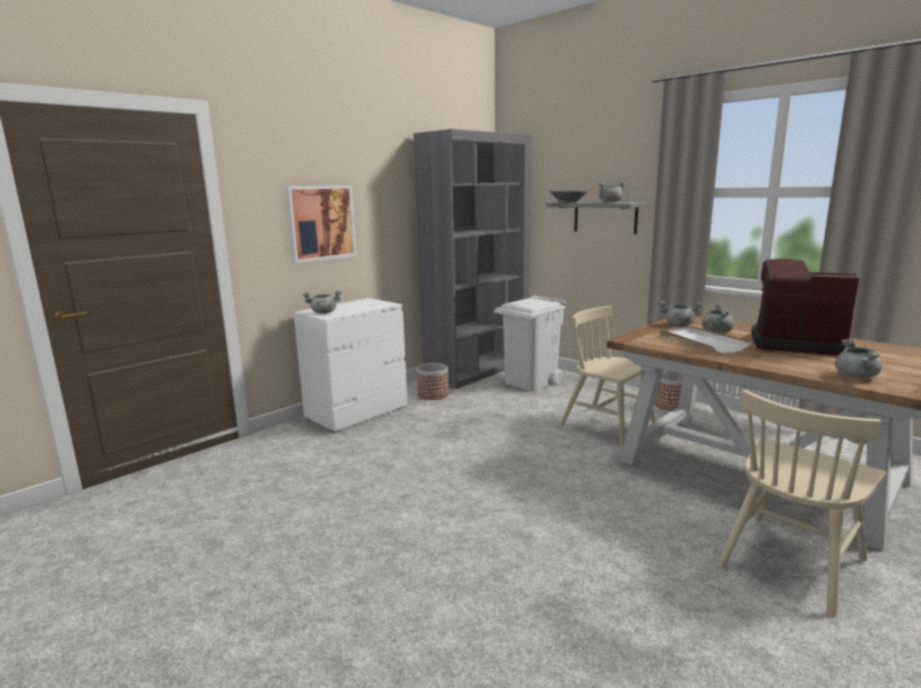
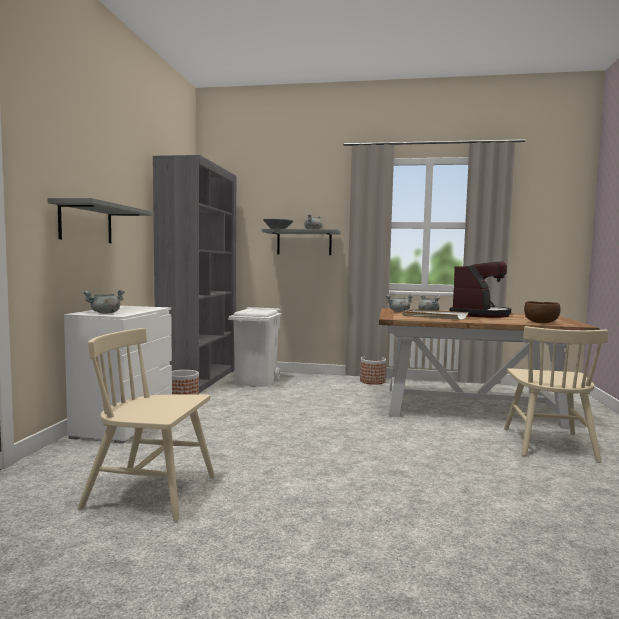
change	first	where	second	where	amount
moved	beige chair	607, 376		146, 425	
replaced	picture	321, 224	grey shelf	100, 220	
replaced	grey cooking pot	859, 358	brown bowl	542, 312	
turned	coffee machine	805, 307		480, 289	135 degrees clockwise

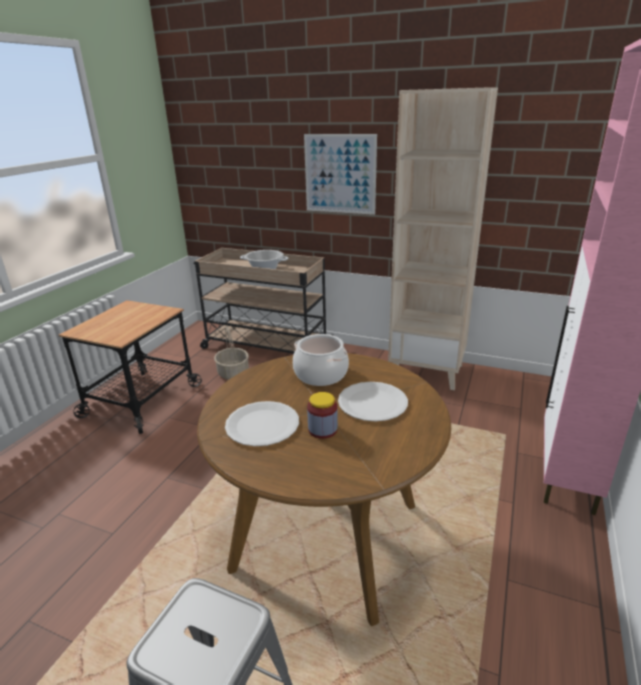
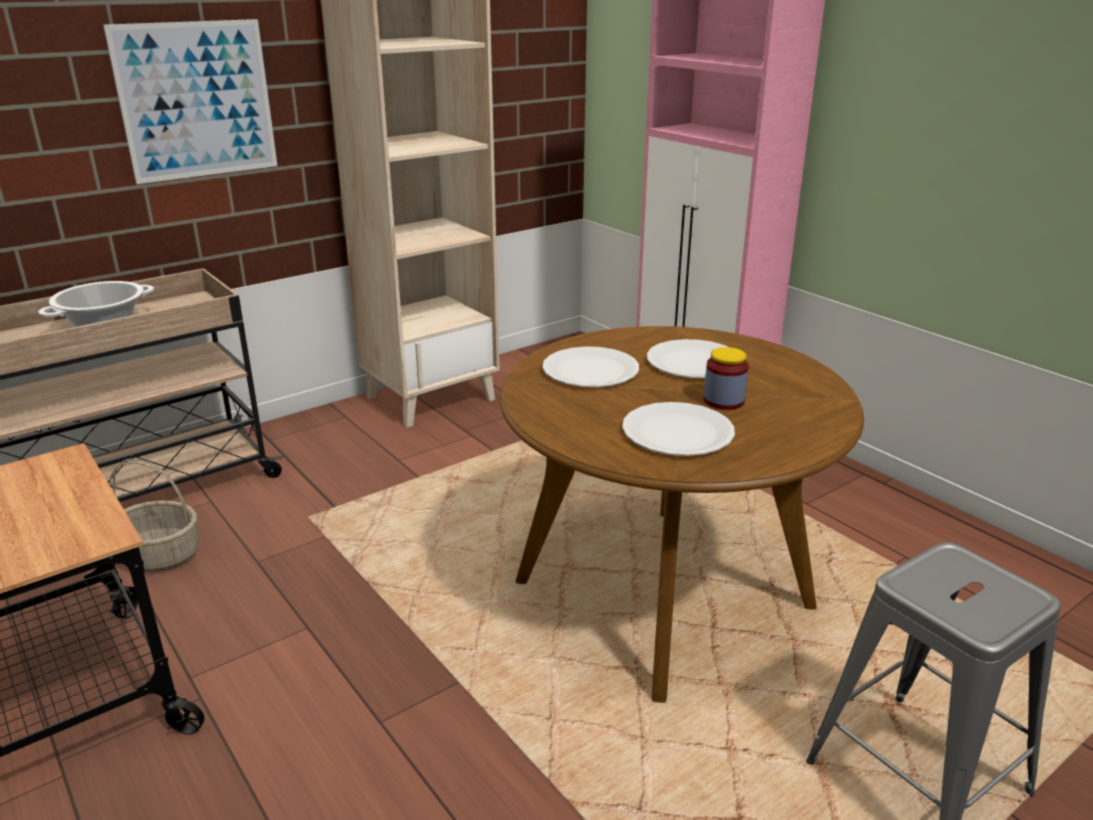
change	first	where	second	where	amount
replaced	cooking pot	321, 360	white plate	590, 366	

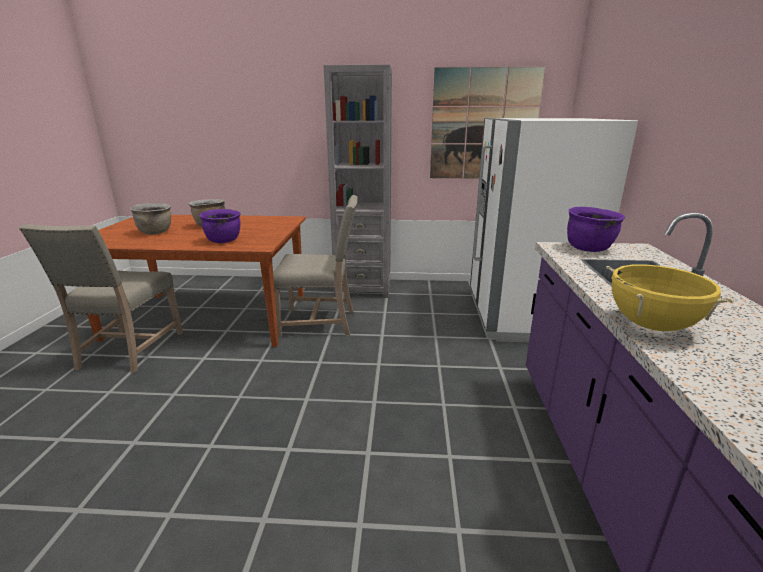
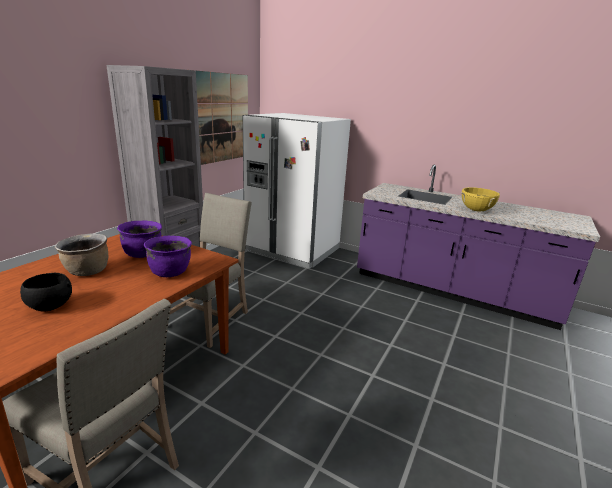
change	first	where	second	where	amount
moved	purple cooking pot	596, 229		139, 239	
replaced	brown cooking pot	150, 218	black bowl	46, 292	

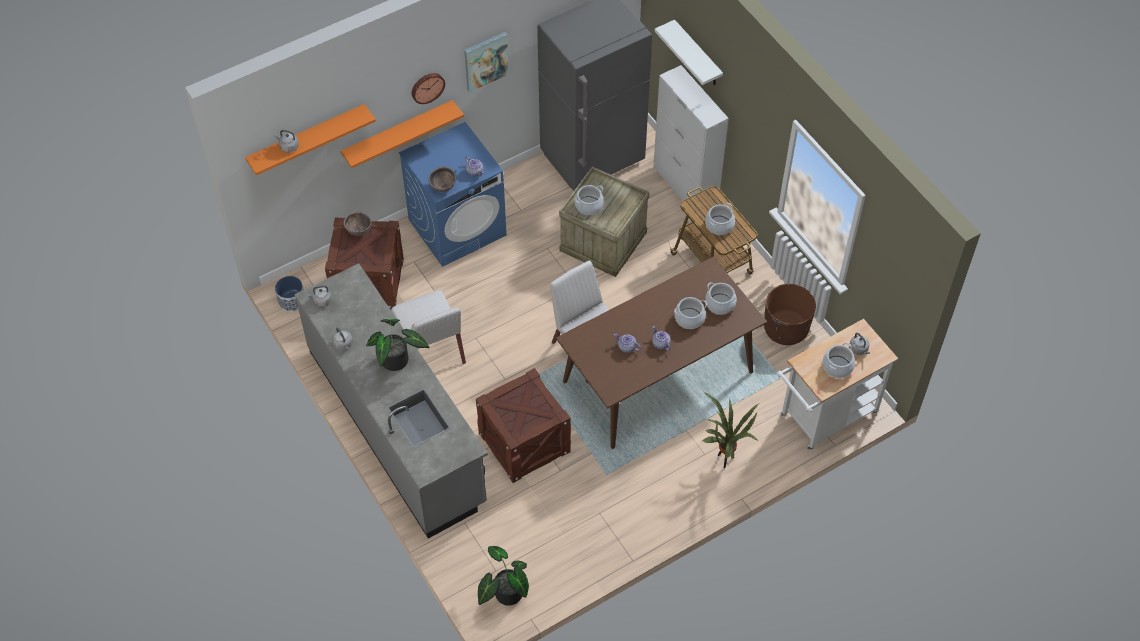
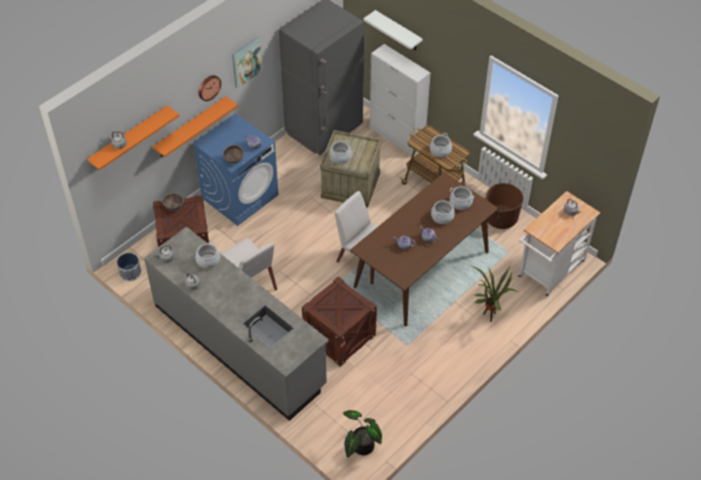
change	first	where	second	where	amount
removed	potted plant	397, 345			
moved	cooking pot	839, 360		208, 255	

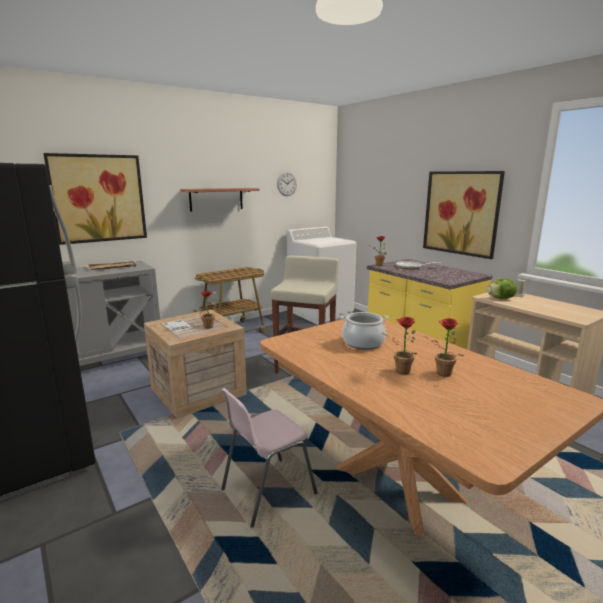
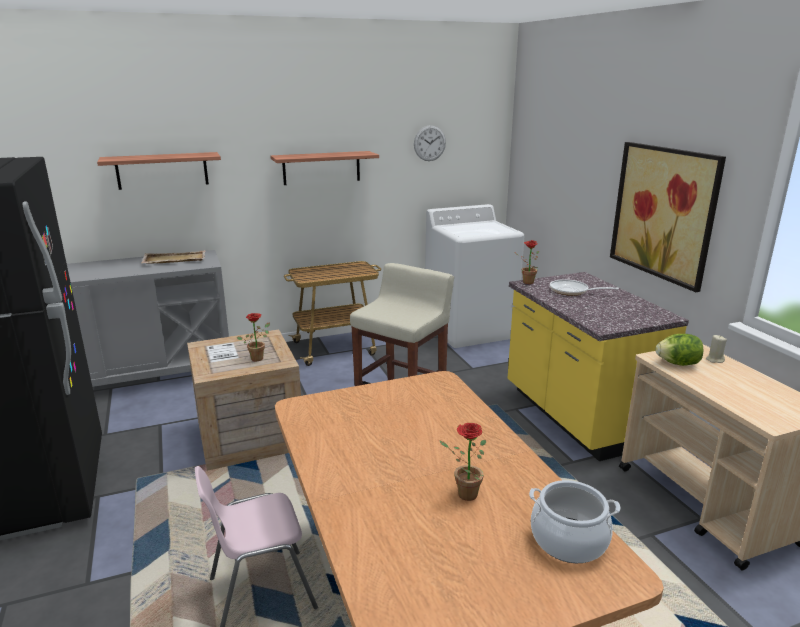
change	first	where	second	where	amount
removed	potted plant	400, 346			
moved	cooking pot	365, 331		574, 521	
replaced	picture	95, 199	shelf	159, 171	

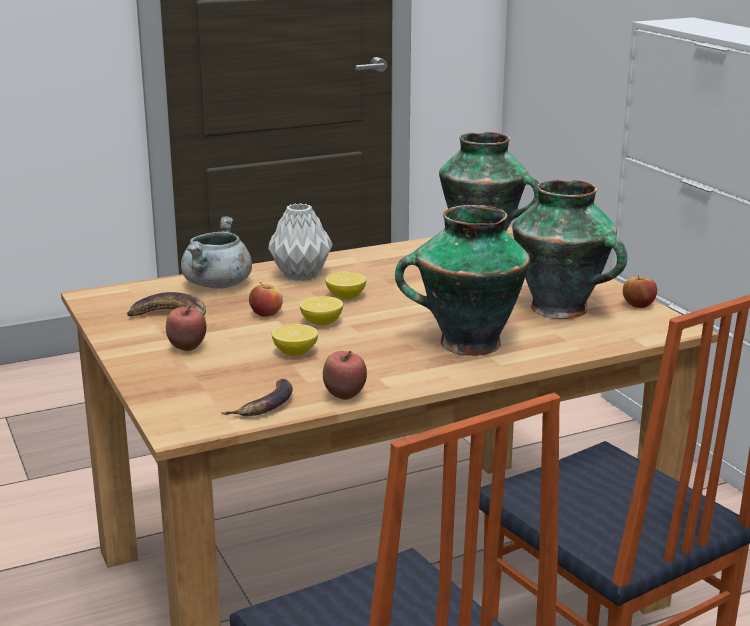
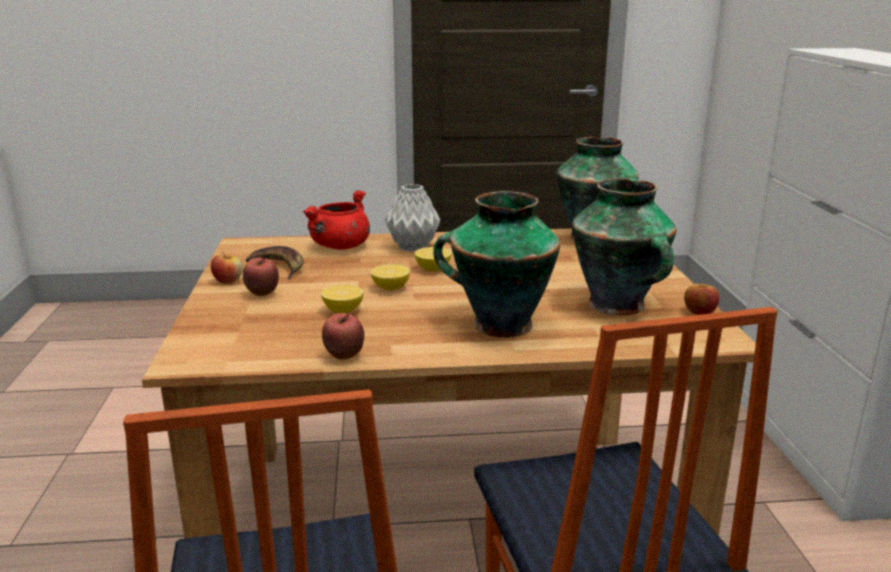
change	first	where	second	where	amount
removed	banana	257, 397			
moved	apple	266, 299		227, 268	
recoloured	grey cooking pot	216, 252	red cooking pot	336, 220	

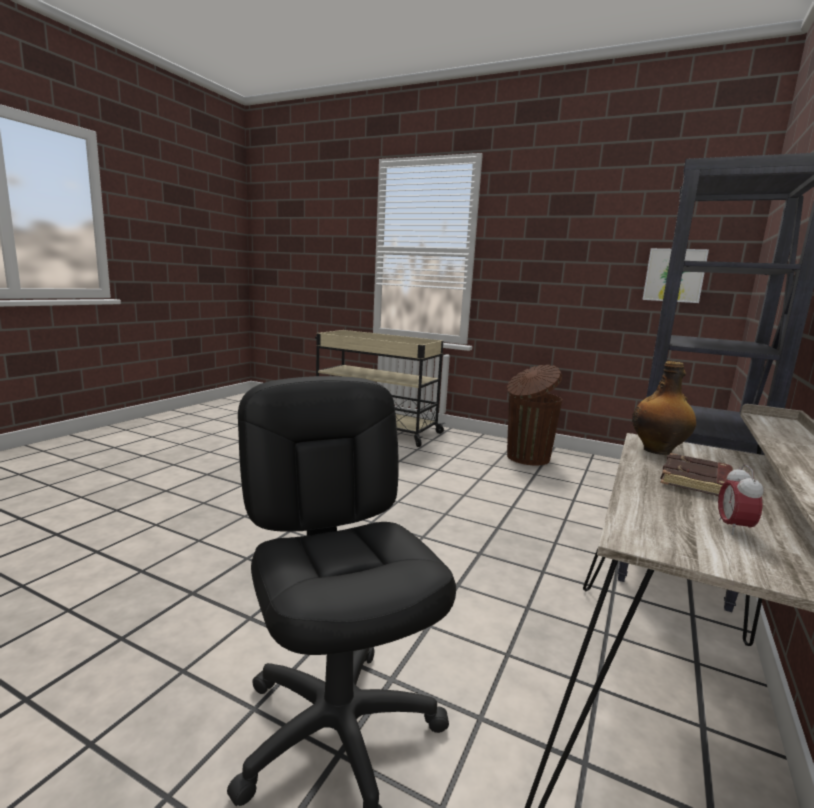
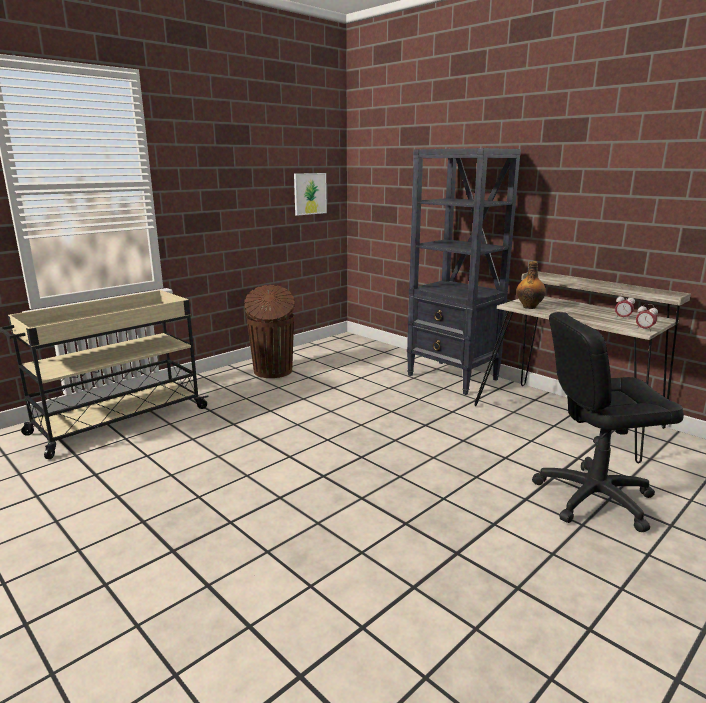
change	first	where	second	where	amount
removed	brown book	696, 474			
added			alarm clock	647, 317	

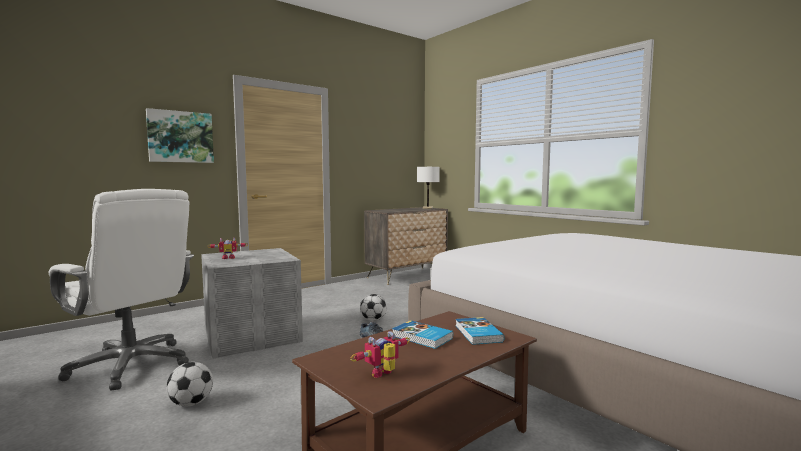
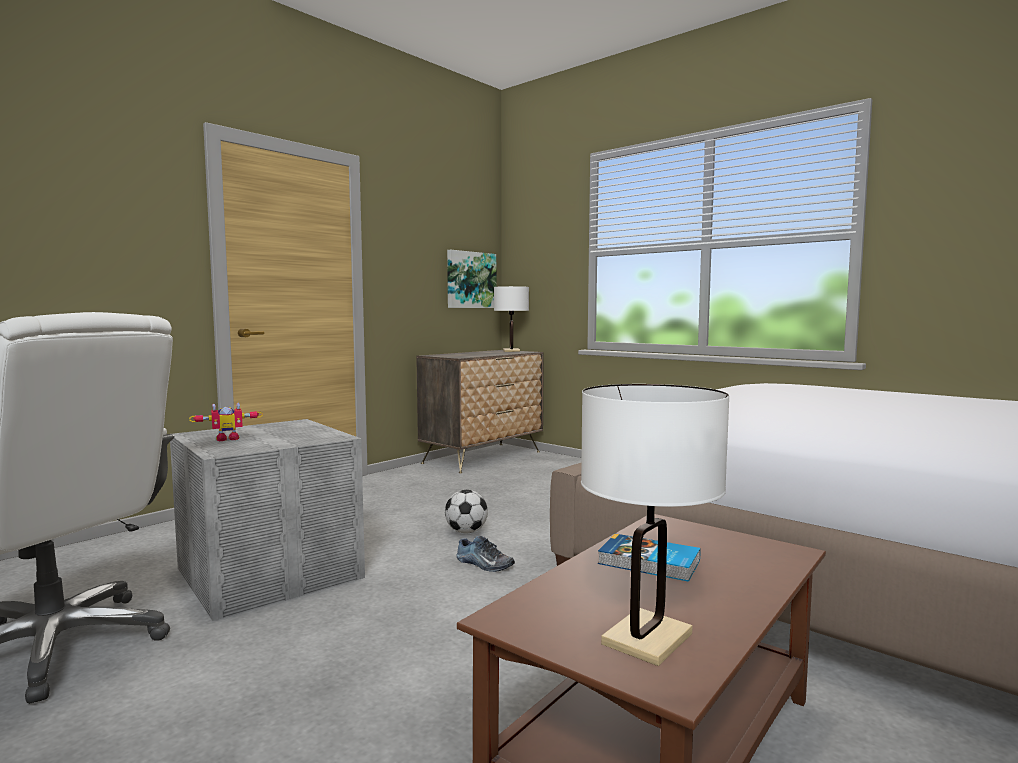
change	first	where	second	where	amount
removed	football	189, 384			
removed	book	480, 331			
moved	picture	180, 135		471, 279	
replaced	toy robot	380, 354	white table lamp	655, 525	

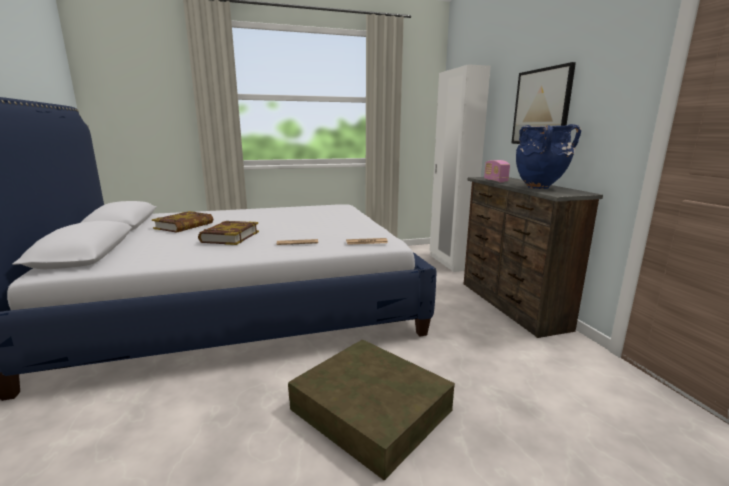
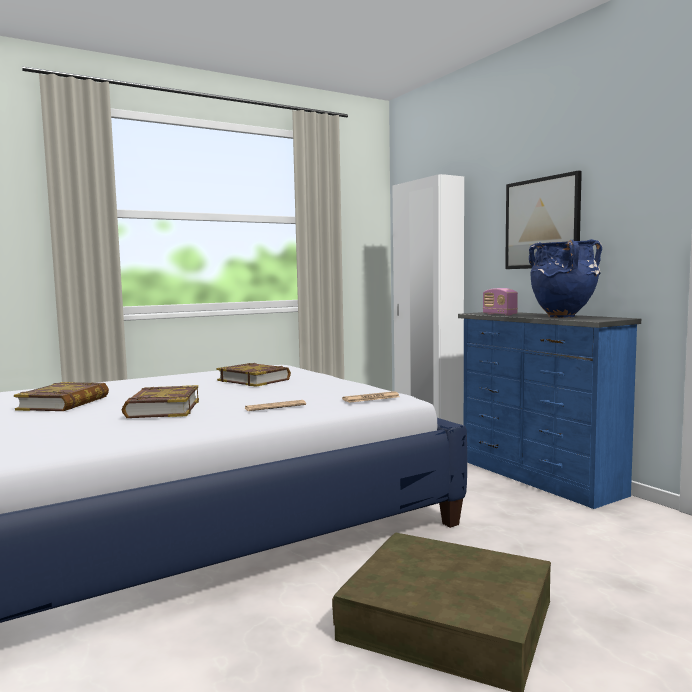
change	first	where	second	where	amount
added			book	253, 375	
recoloured	brown dresser	533, 257	blue dresser	549, 410	

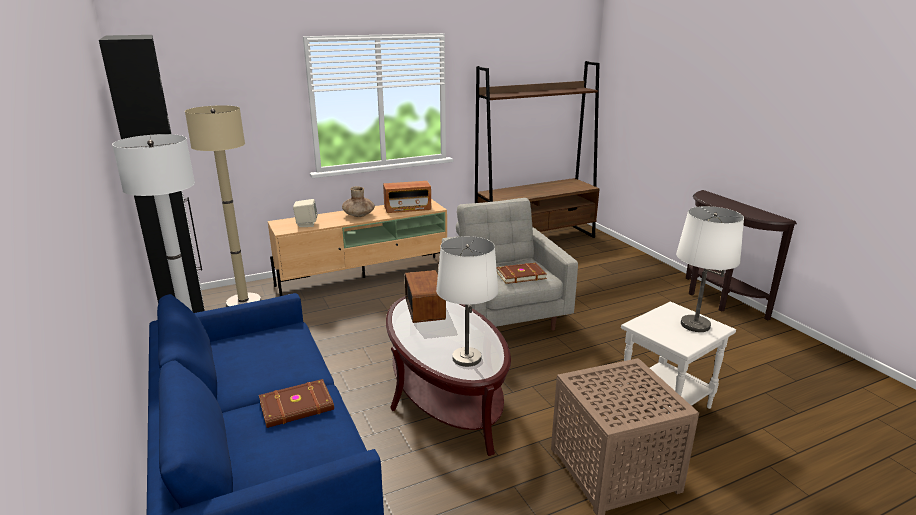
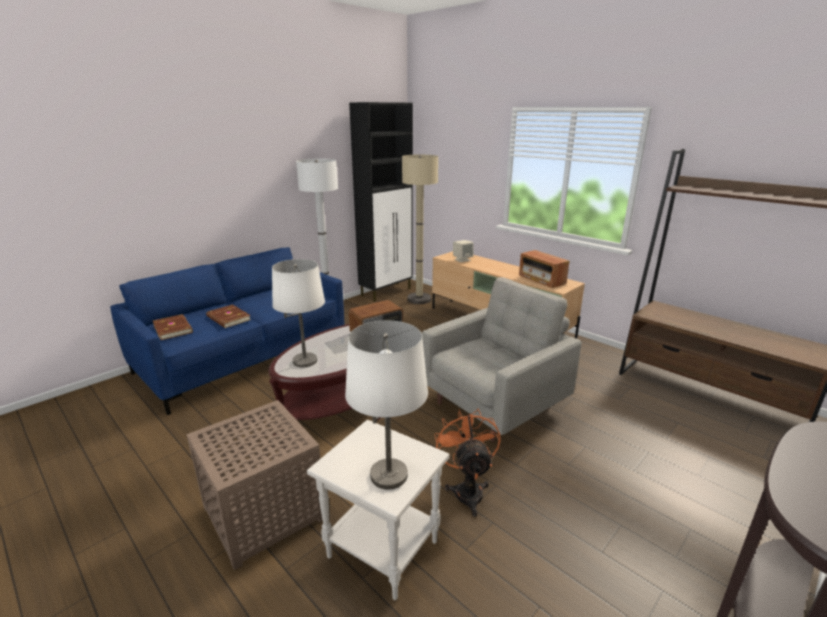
change	first	where	second	where	amount
removed	brown vase	358, 201			
added			orange fan	467, 463	
moved	brown book	521, 273		173, 327	

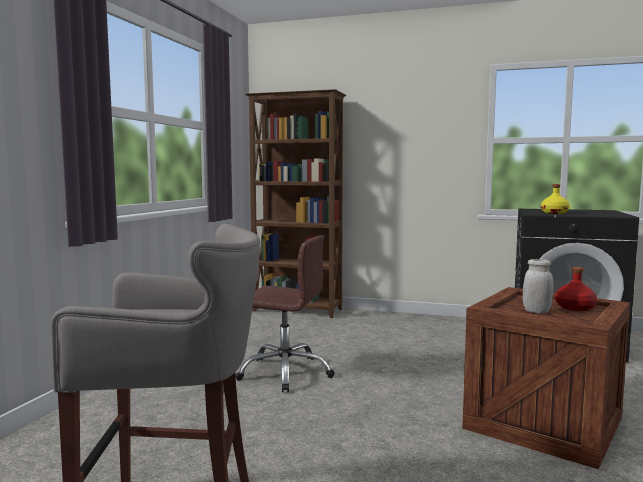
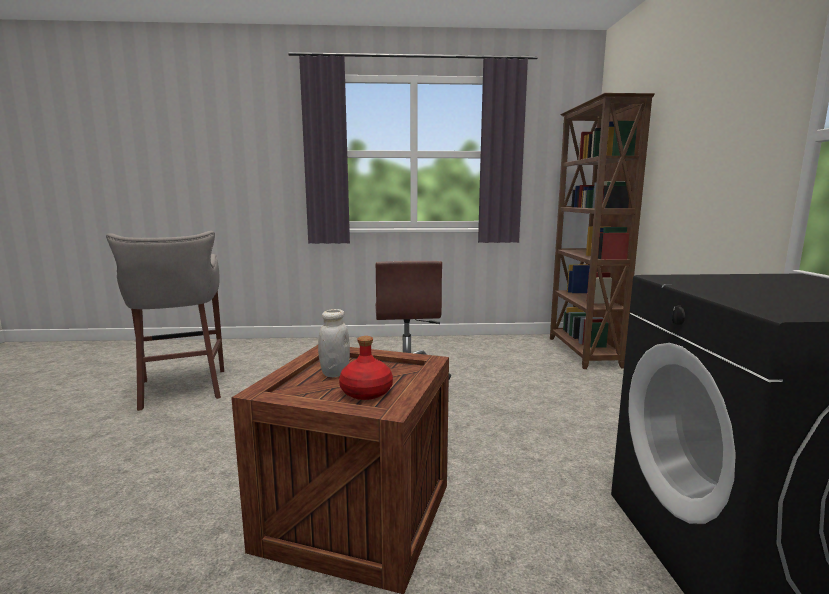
change	first	where	second	where	amount
removed	yellow bottle	555, 199			

